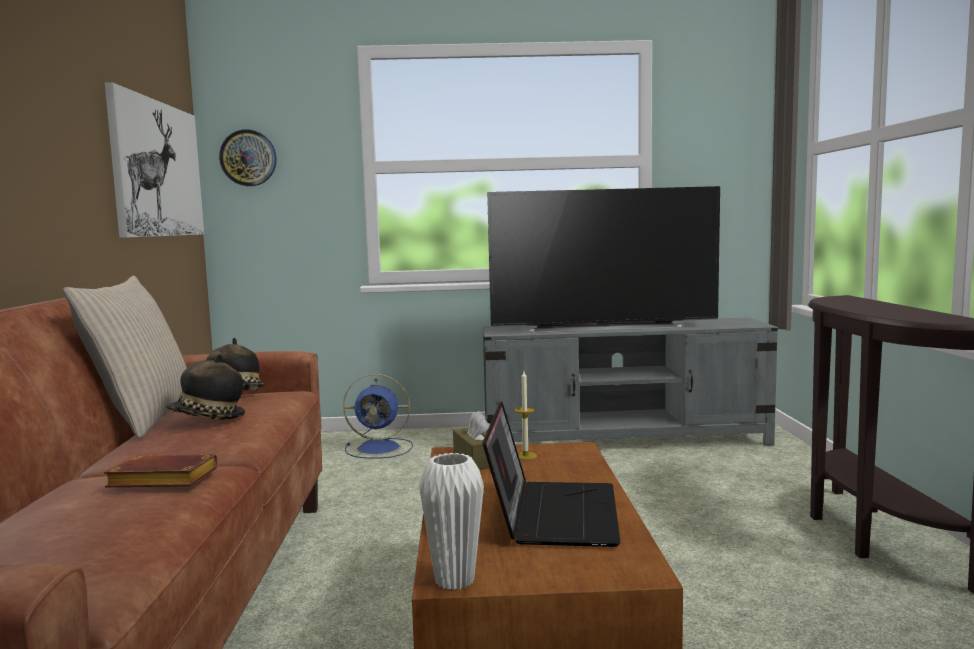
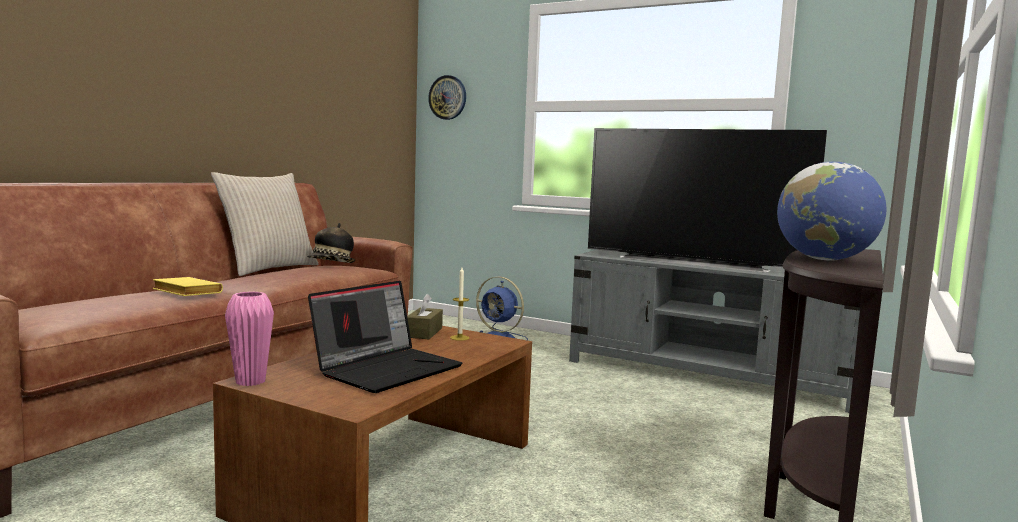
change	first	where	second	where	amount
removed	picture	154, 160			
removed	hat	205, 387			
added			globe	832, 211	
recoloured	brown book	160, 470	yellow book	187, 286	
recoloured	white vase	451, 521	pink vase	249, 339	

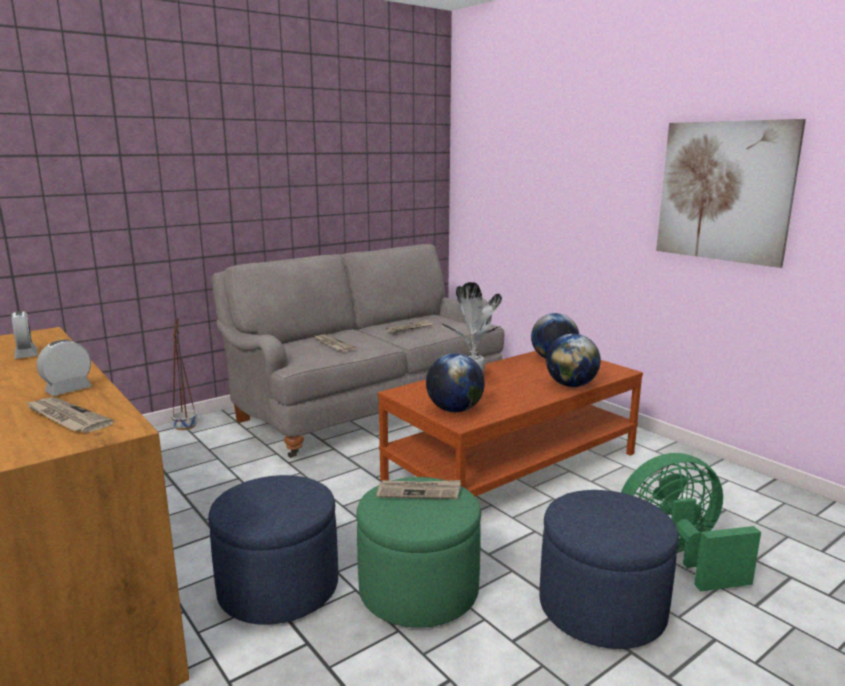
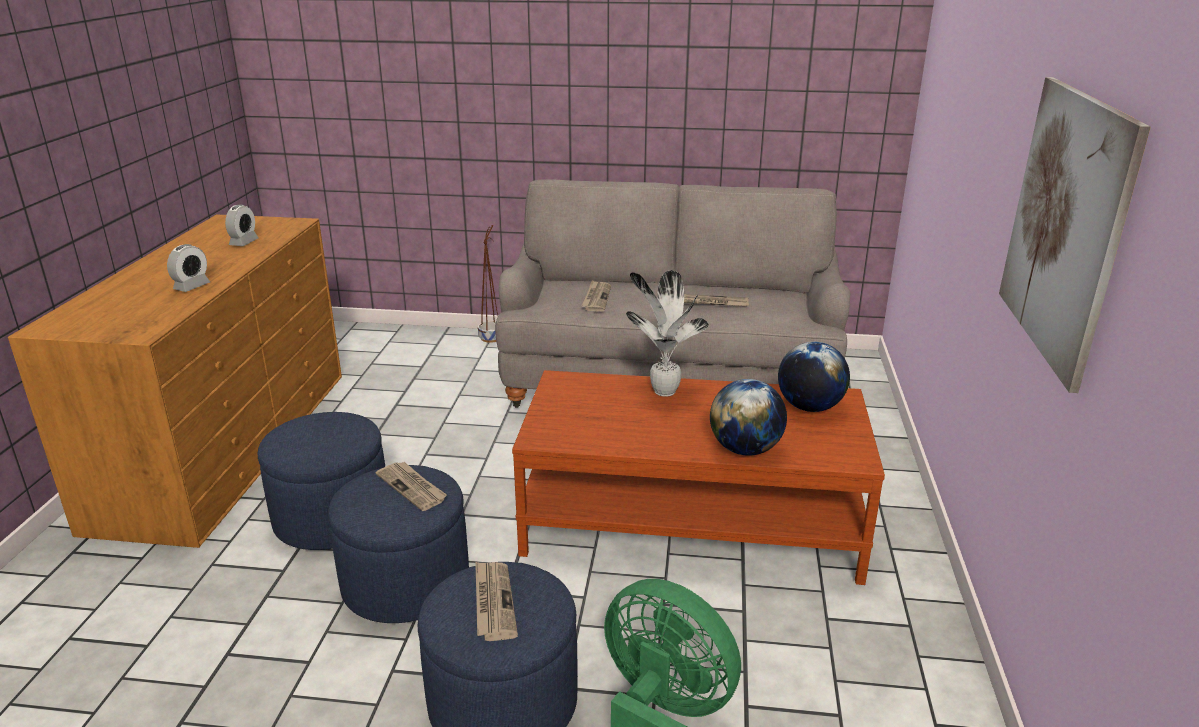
change	first	where	second	where	amount
removed	globe	455, 382			
moved	newspaper	69, 415		496, 601	
recoloured	green ottoman	418, 552	blue ottoman	398, 544	
turned	alarm clock	64, 368		188, 268	120 degrees clockwise

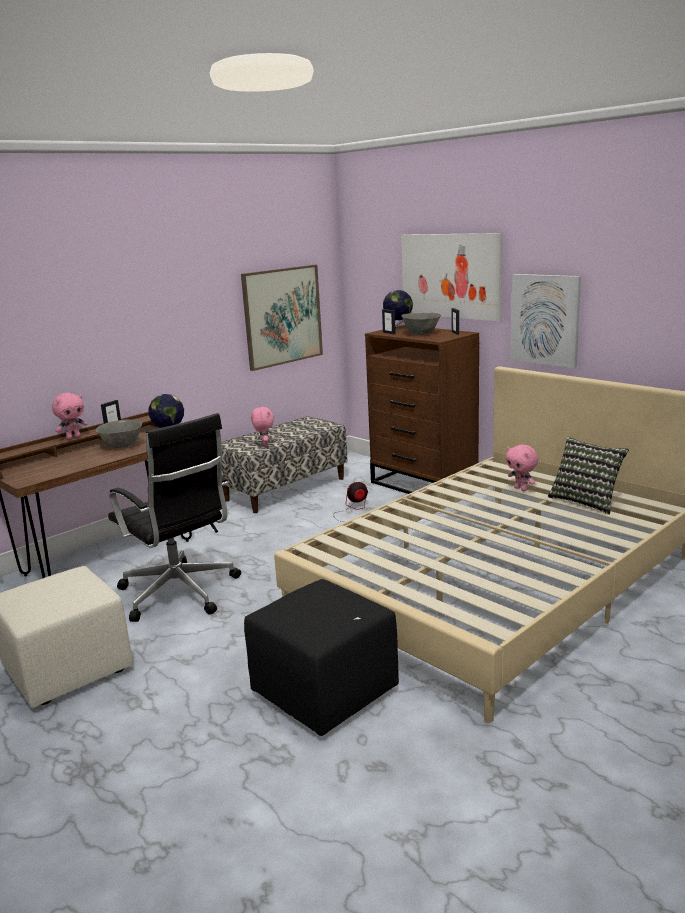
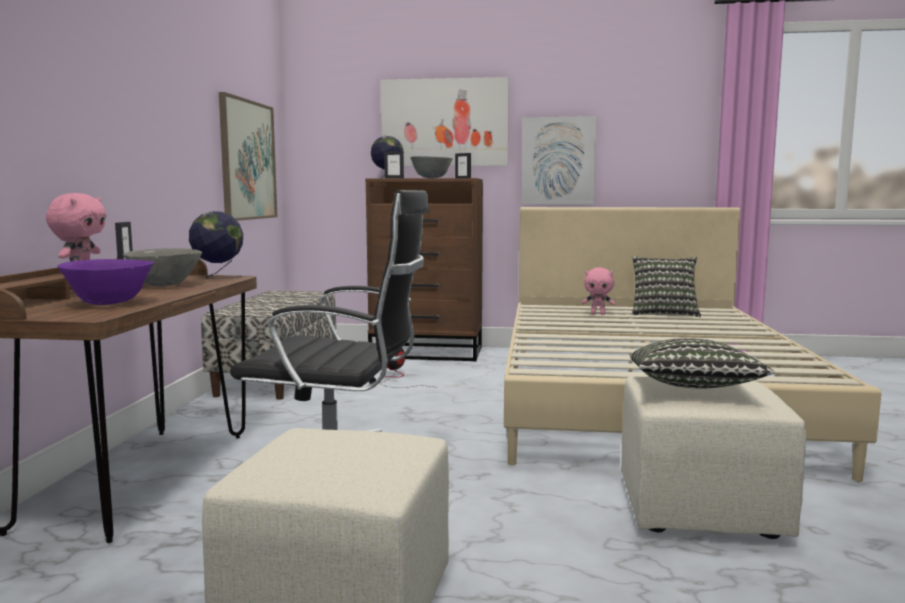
change	first	where	second	where	amount
removed	pink plush toy	262, 427			
added			purple bowl	106, 282	
added			pillow	702, 363	
recoloured	black ottoman	321, 657	beige ottoman	713, 458	

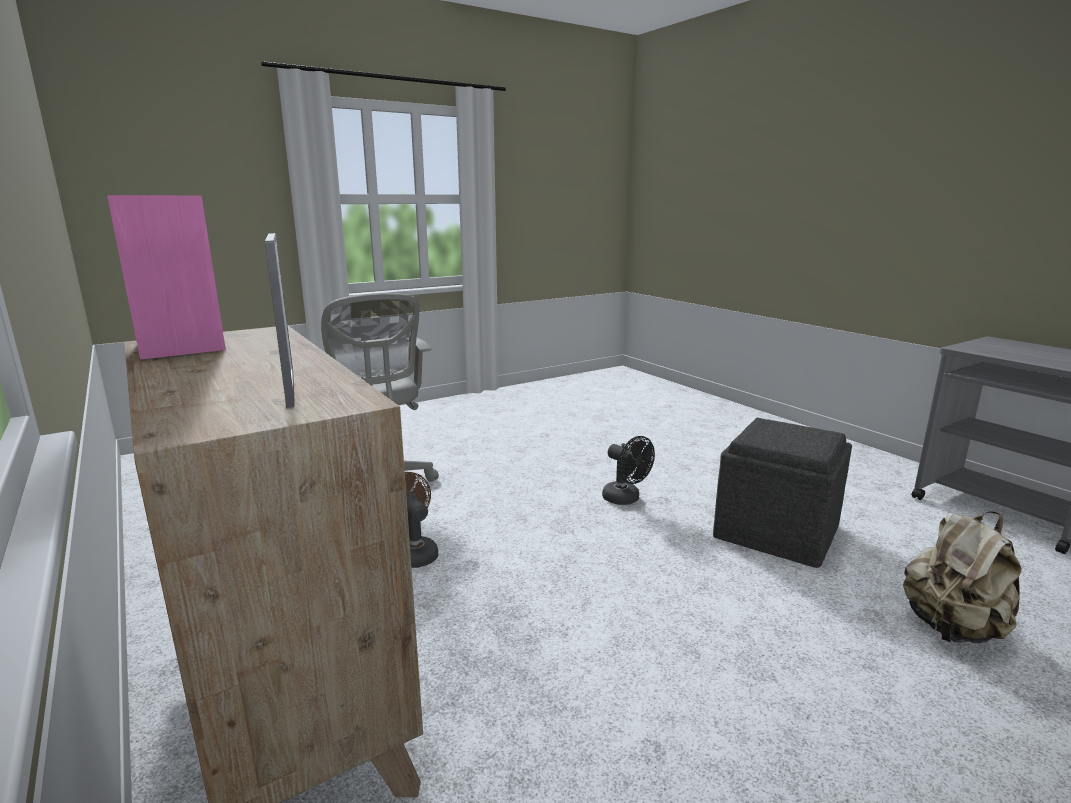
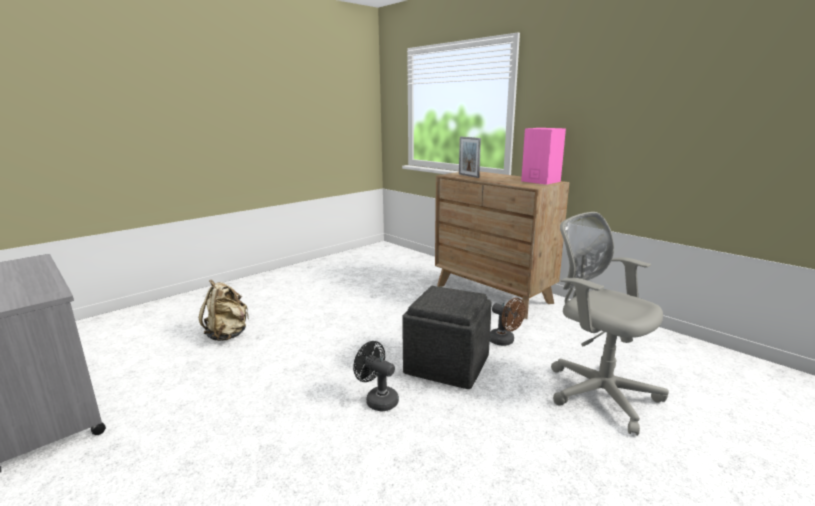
change	first	where	second	where	amount
moved	grey ottoman	782, 493		447, 337	

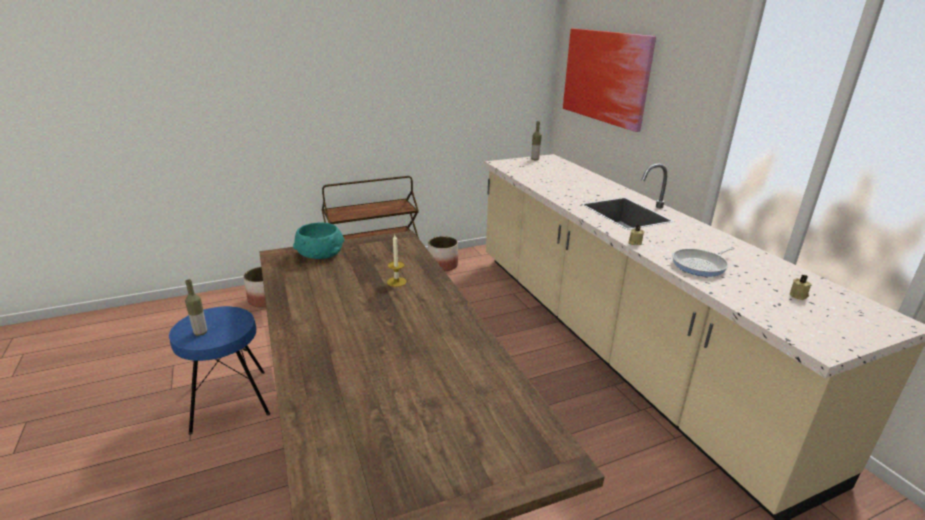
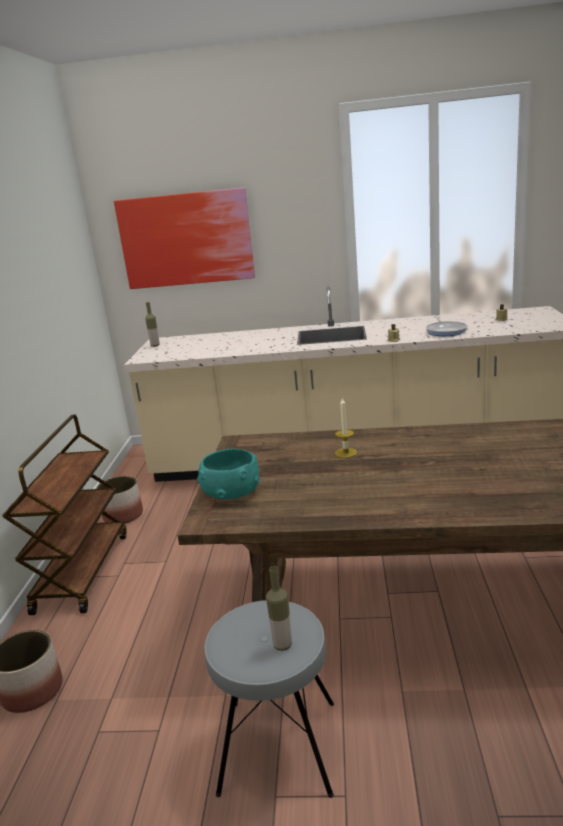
change	first	where	second	where	amount
recoloured	blue stool	219, 370	grey stool	269, 699	

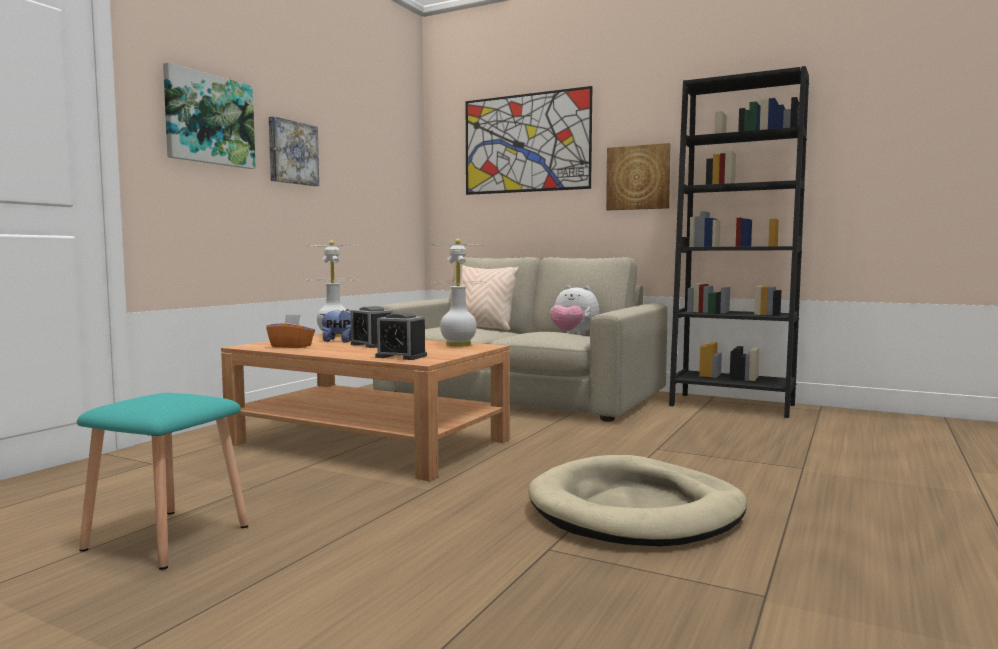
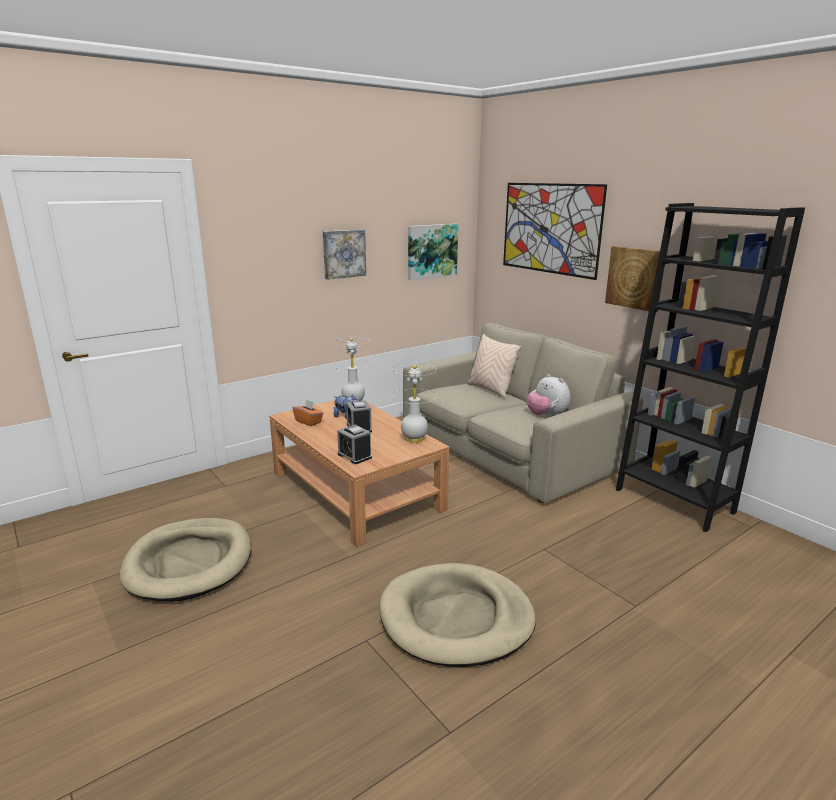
change	first	where	second	where	amount
moved	picture	209, 115		433, 252	
replaced	turquoise stool	162, 481	beige dog bed	185, 559	

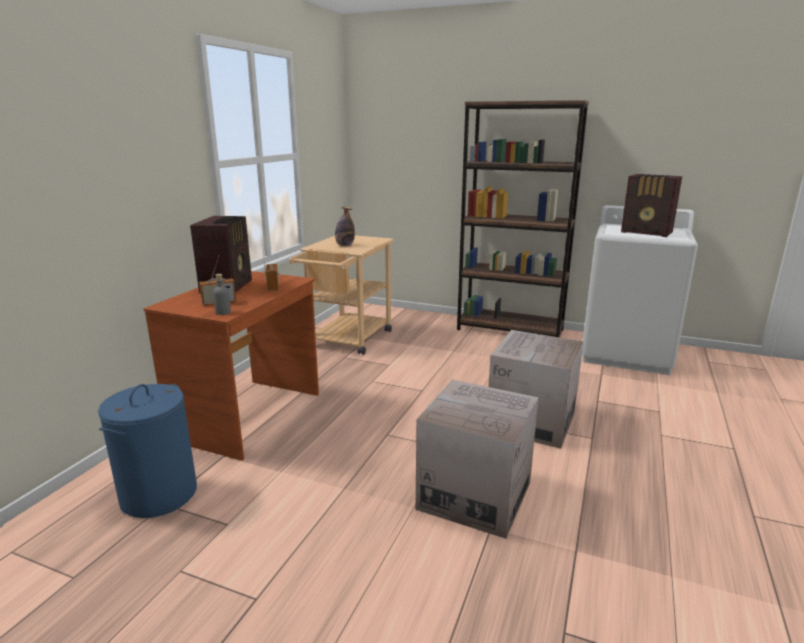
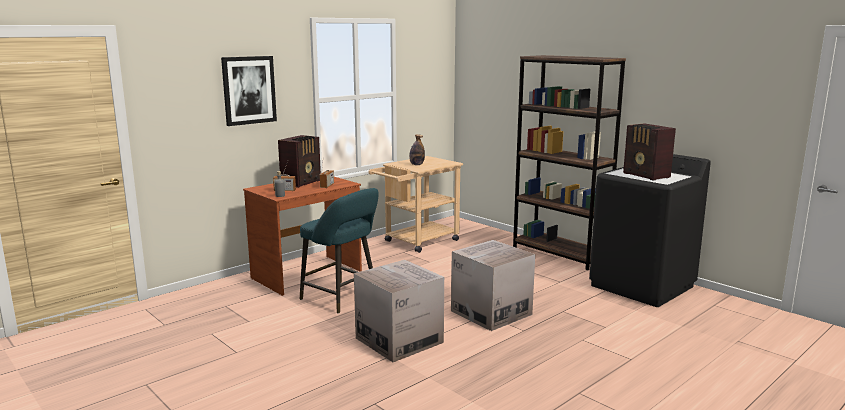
change	first	where	second	where	amount
removed	blue laundry basket	147, 451			
added			picture	249, 91	
added			turquoise stool	339, 251	
recoloured	white washing machine	640, 290	black washing machine	650, 230	

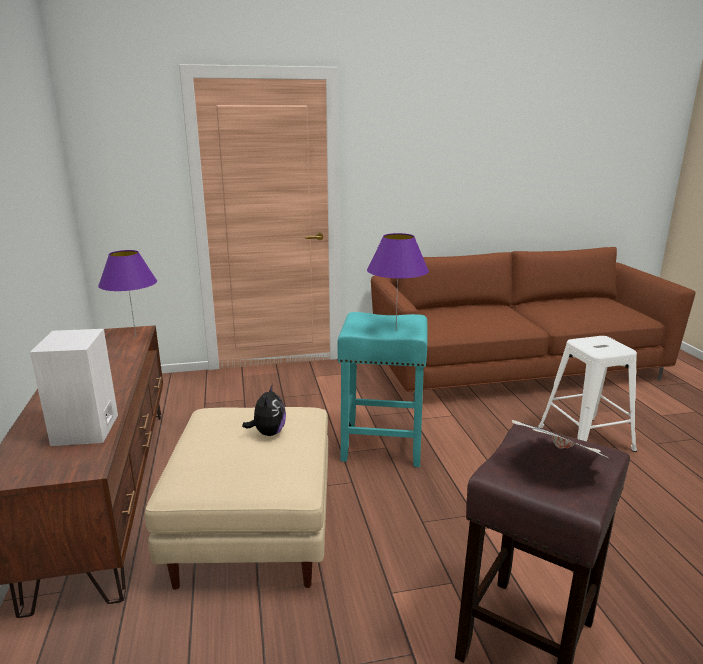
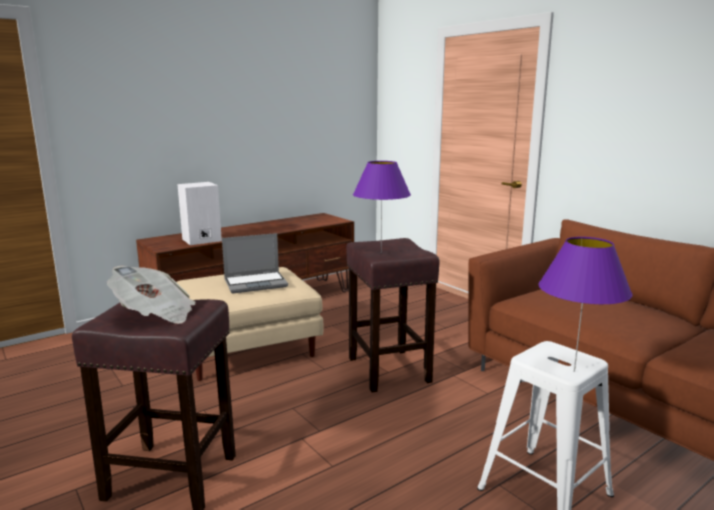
change	first	where	second	where	amount
moved	purple table lamp	127, 293		585, 304	
replaced	plush toy	264, 410	laptop	255, 263	
recoloured	turquoise stool	382, 389	brown stool	393, 315	

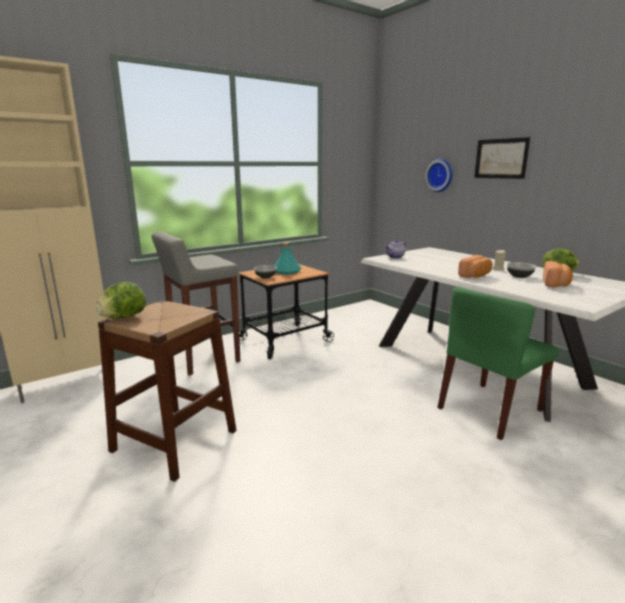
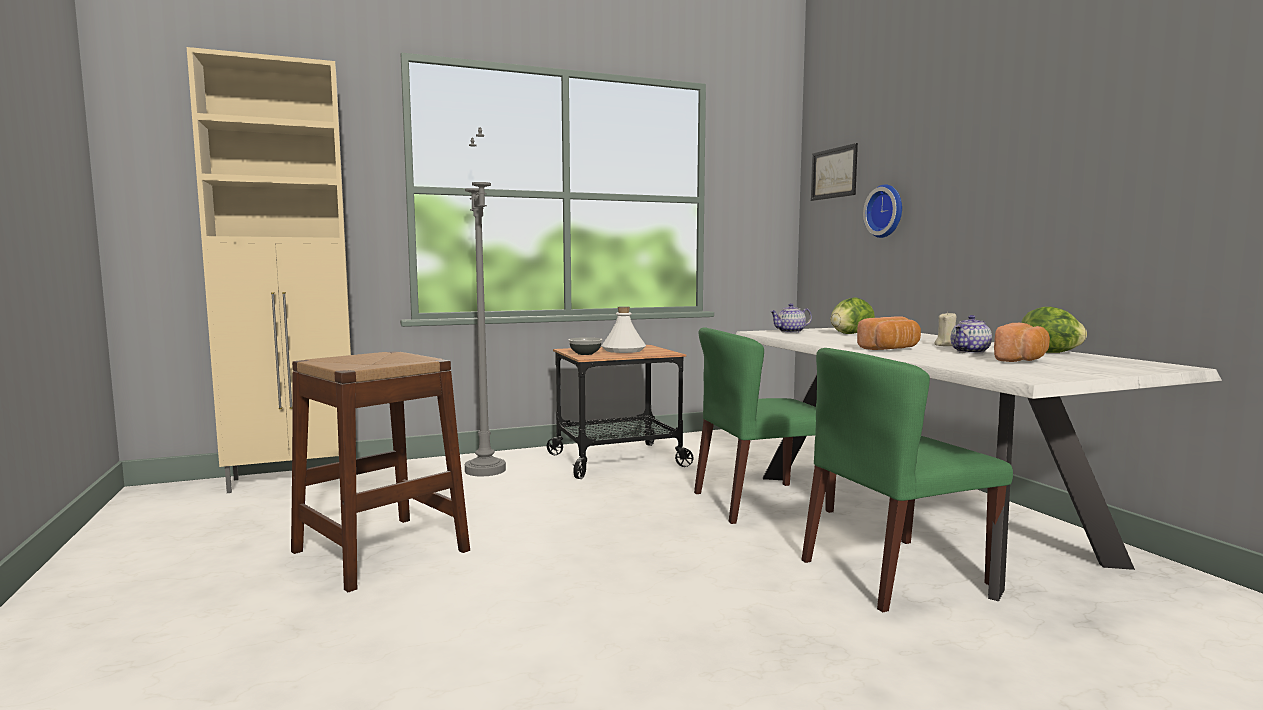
change	first	where	second	where	amount
added			green chair	765, 425	
moved	lettuce	121, 300		853, 315	
moved	picture	502, 158		834, 172	
replaced	grey stool	195, 303	grey floor lamp	485, 301	
replaced	bowl	521, 270	teapot	971, 334	
recoloured	turquoise bottle	287, 258	white bottle	624, 329	

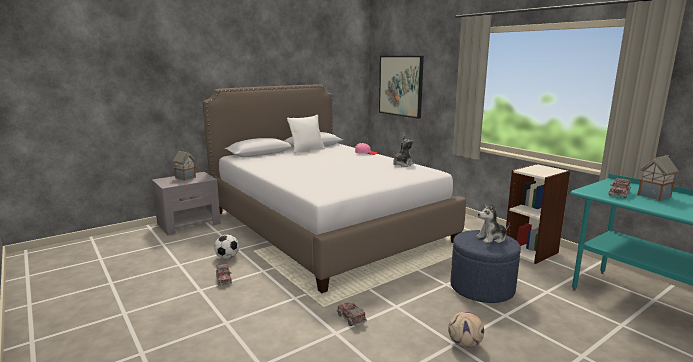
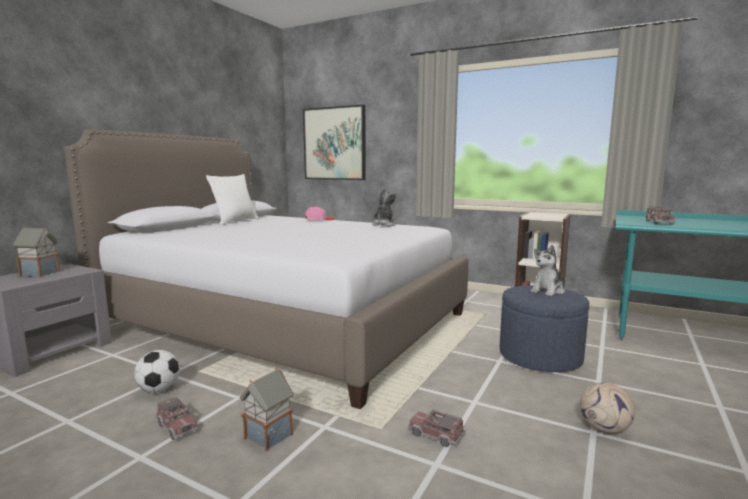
change	first	where	second	where	amount
moved	toy house	658, 178		266, 409	

